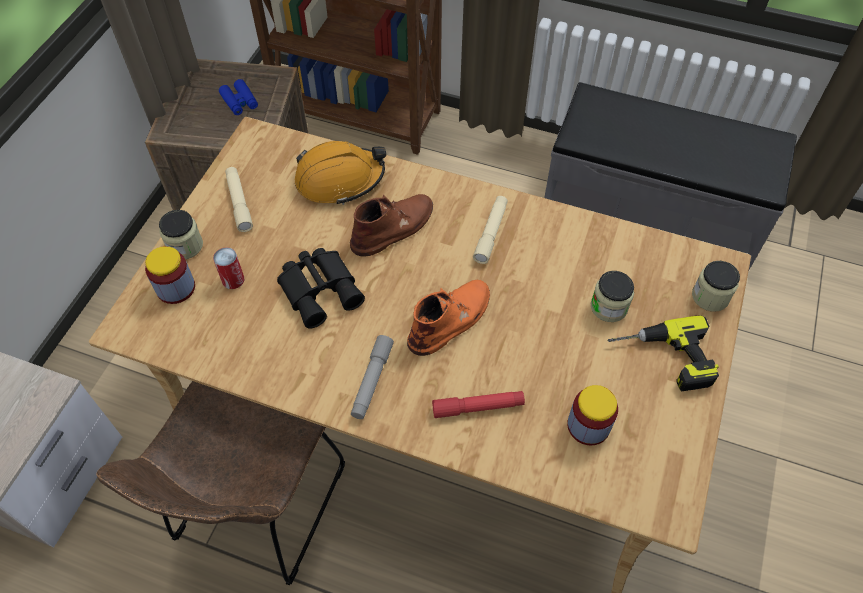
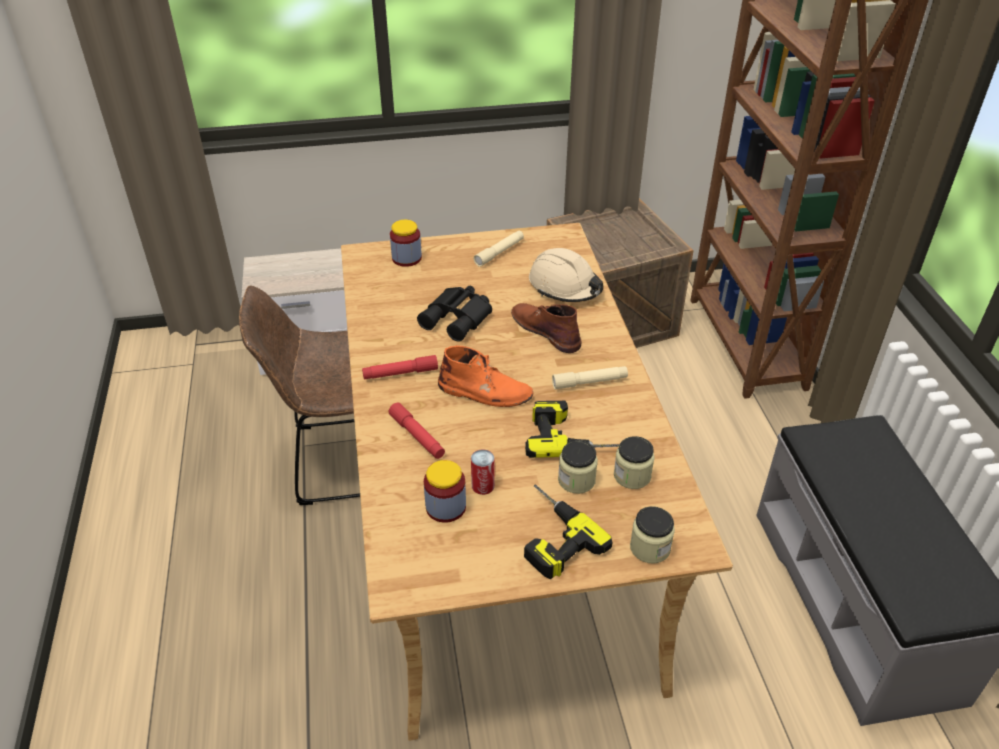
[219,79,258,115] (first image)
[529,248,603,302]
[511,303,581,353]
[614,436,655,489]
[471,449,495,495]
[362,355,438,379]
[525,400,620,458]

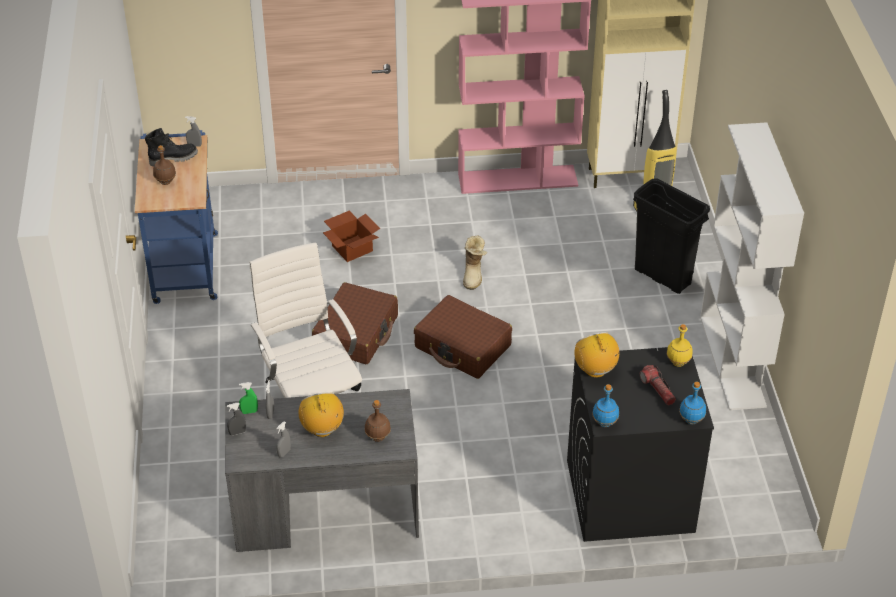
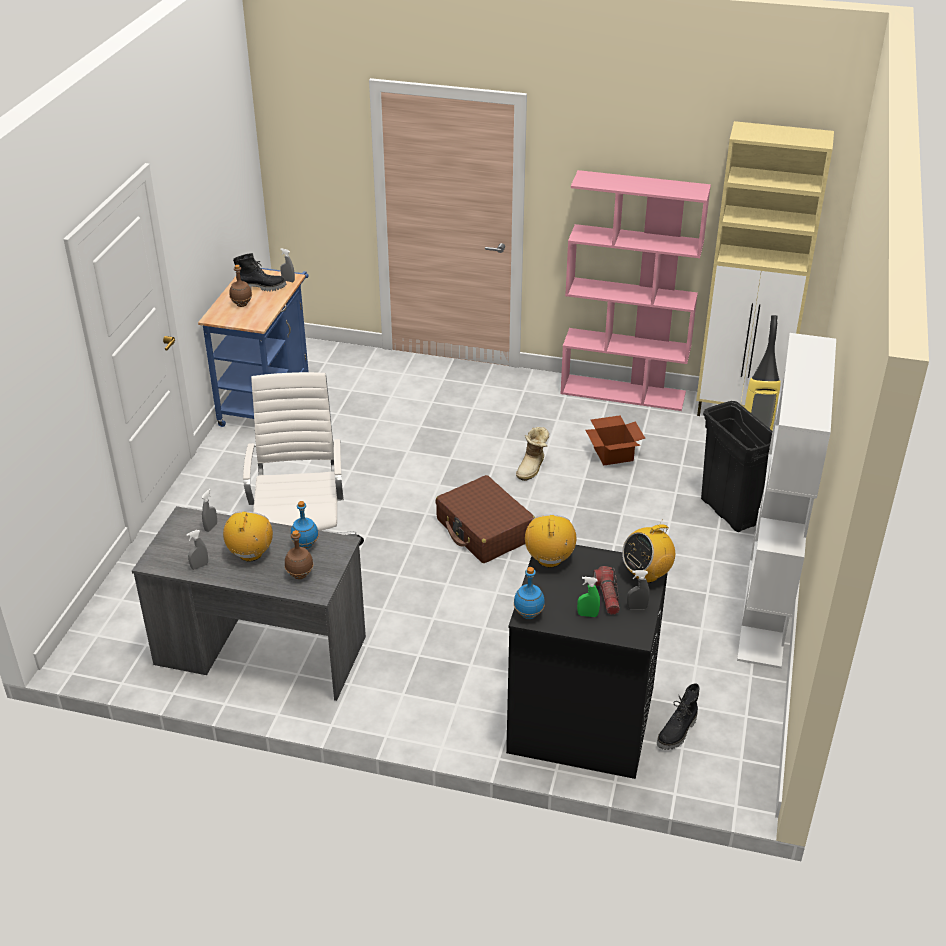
[585,415,645,466]
[312,282,398,364] (first image)
[622,521,675,583]
[577,577,600,617]
[291,501,319,549]
[627,570,650,610]
[657,683,699,750]

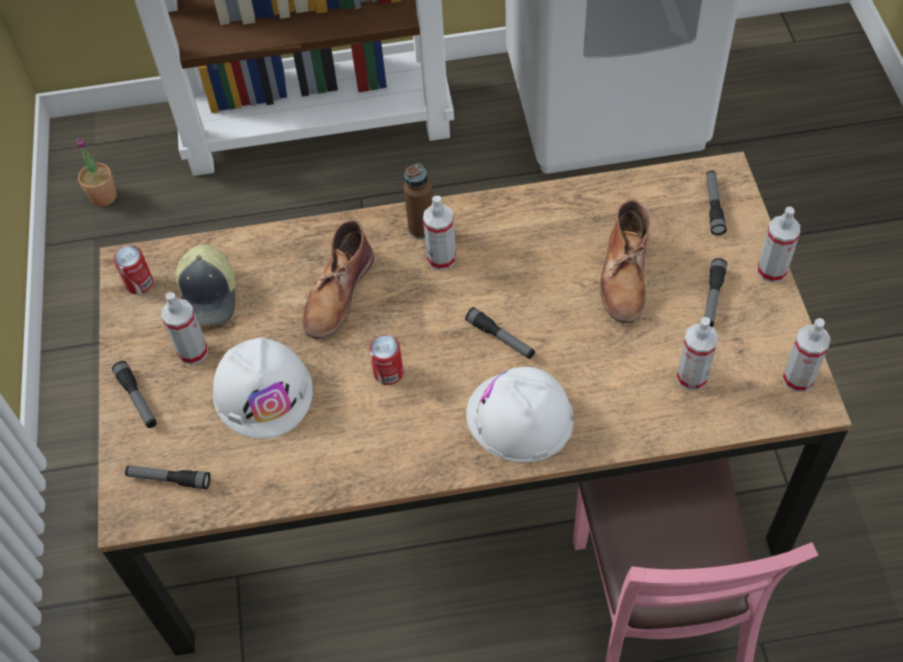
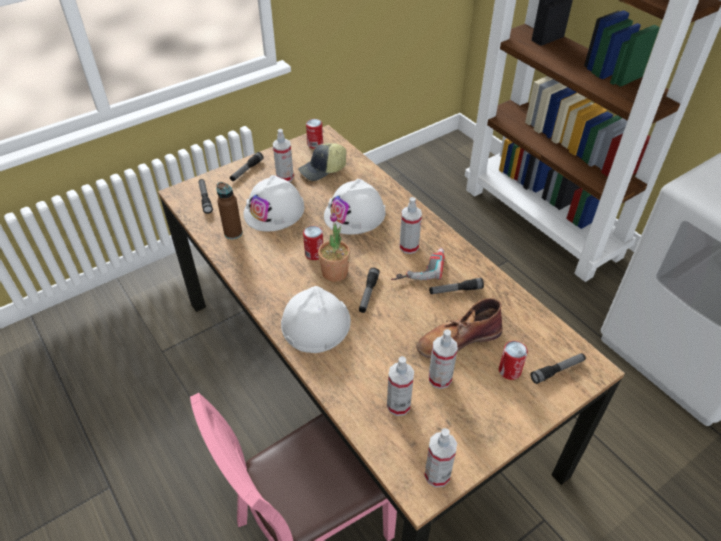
[318,212,350,282]
[217,182,243,239]
[429,329,458,389]
[324,179,386,235]
[429,278,484,294]
[391,248,445,280]
[499,341,528,380]

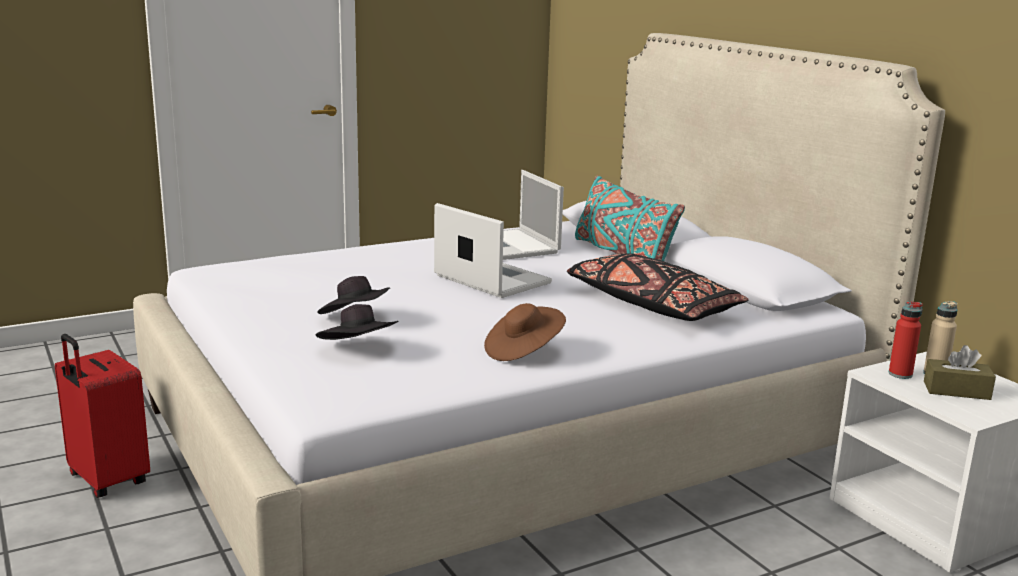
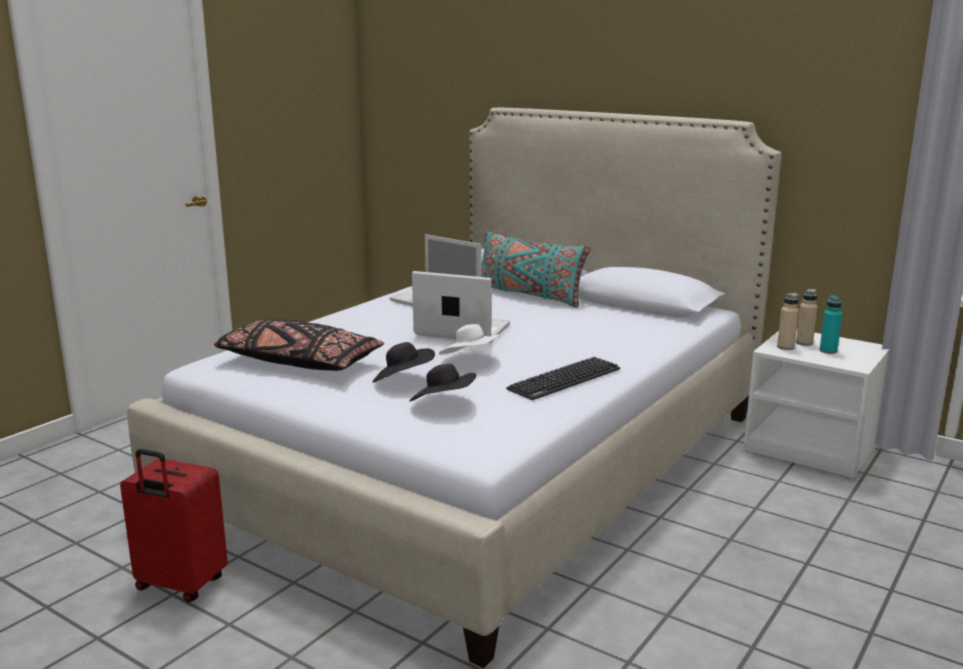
[214,319,384,371]
[777,293,799,350]
[506,357,620,400]
[820,295,842,354]
[439,324,499,355]

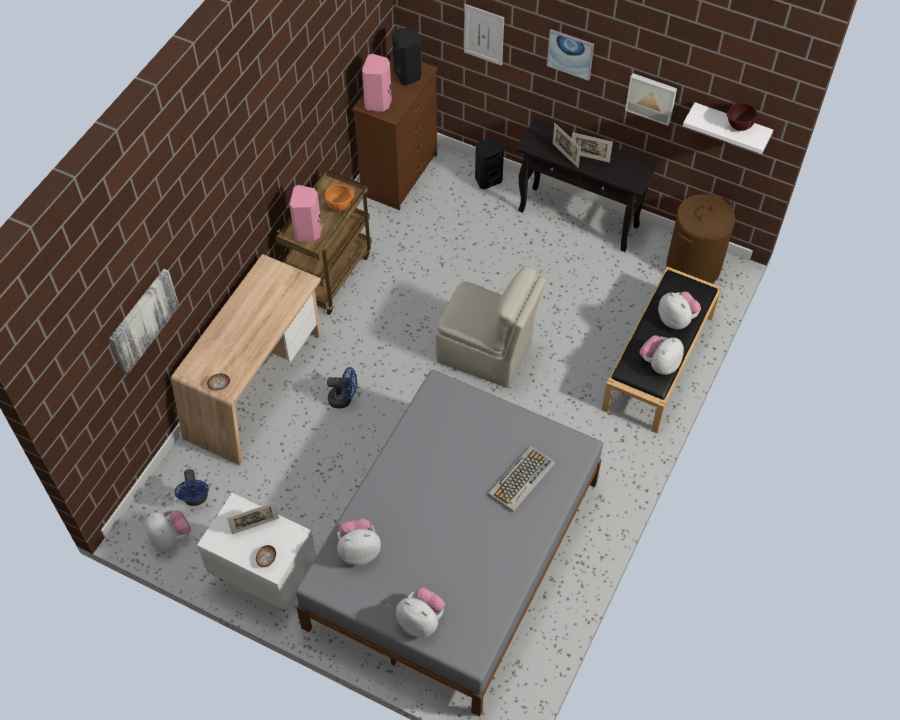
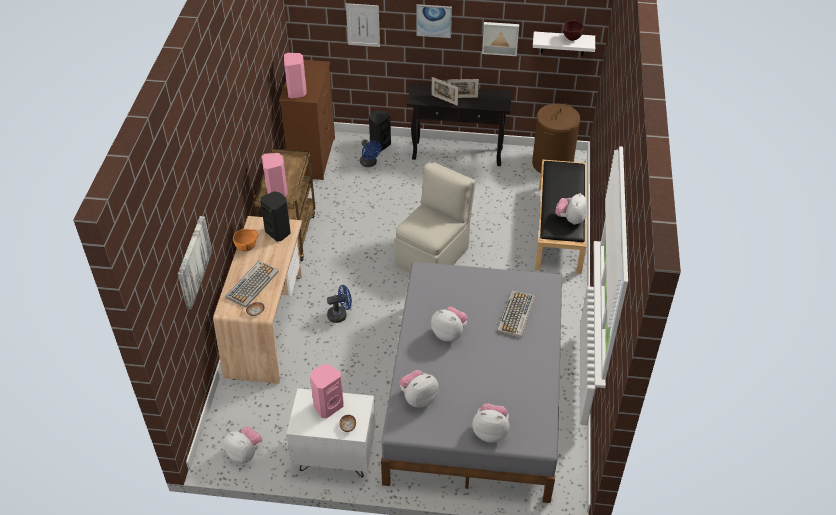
[260,191,291,241]
[233,229,258,251]
[394,162,476,273]
[431,307,468,341]
[360,140,382,167]
[310,364,344,418]
[225,261,279,308]

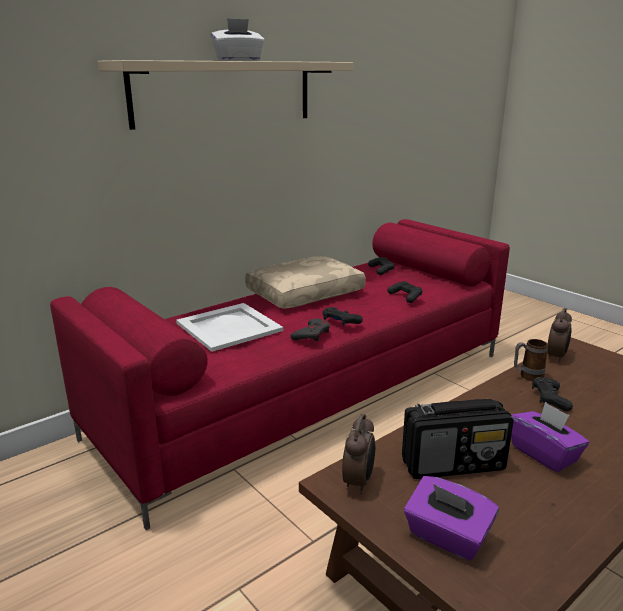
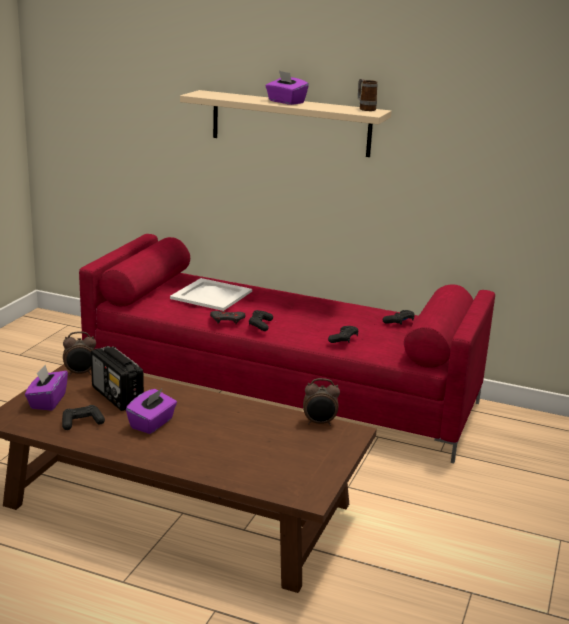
[266,71,309,105]
[245,256,366,309] (first image)
[358,79,378,111]
[62,405,105,430]

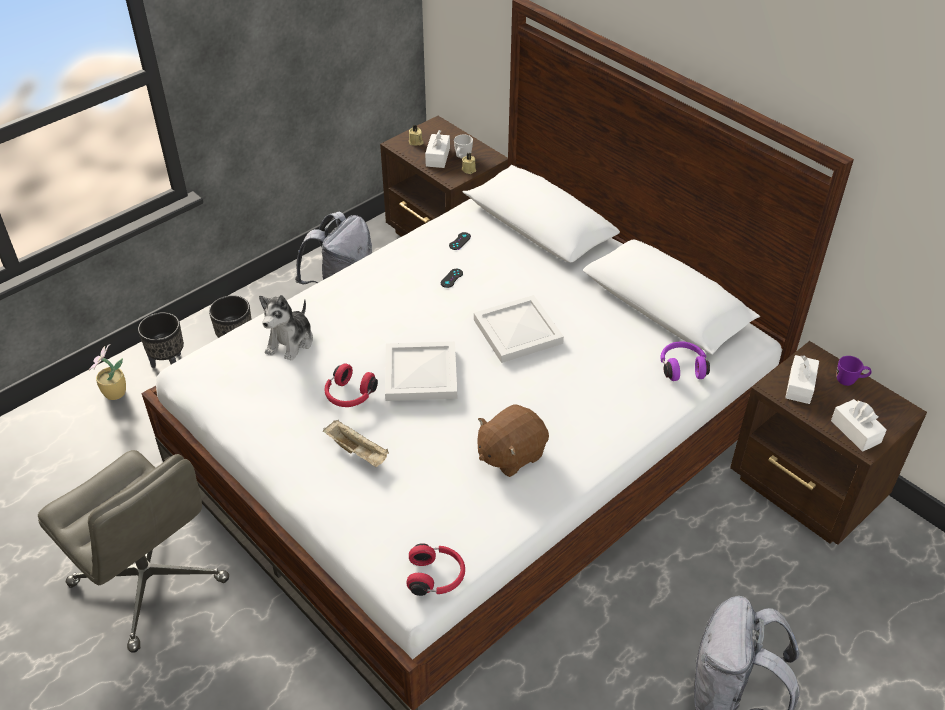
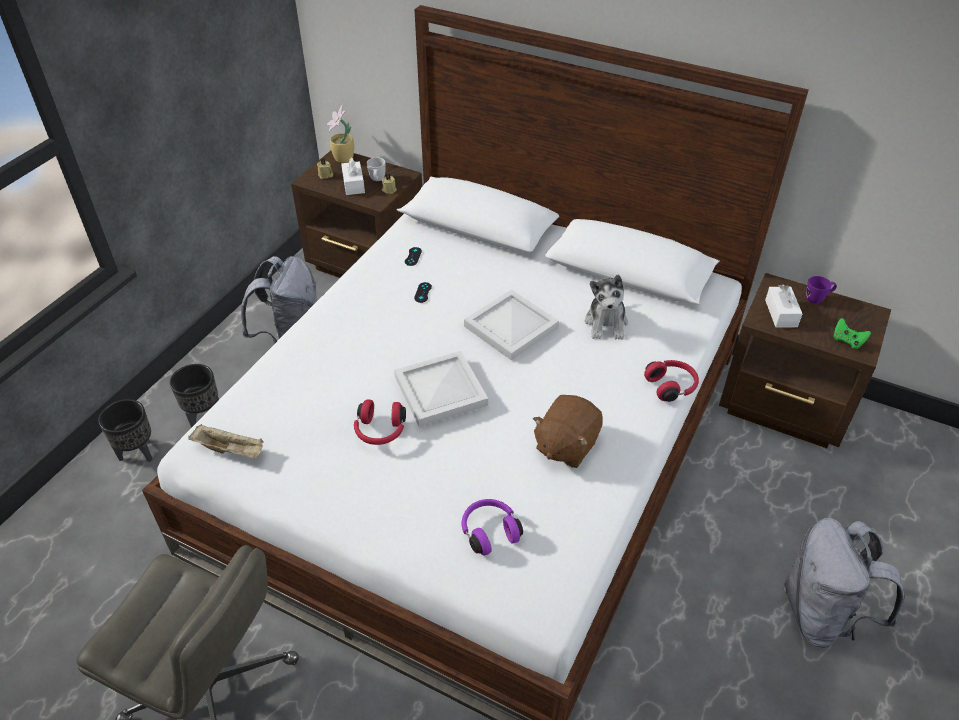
[585,274,628,340]
[462,499,523,556]
[327,105,354,163]
[833,318,871,349]
[188,424,264,459]
[644,360,699,402]

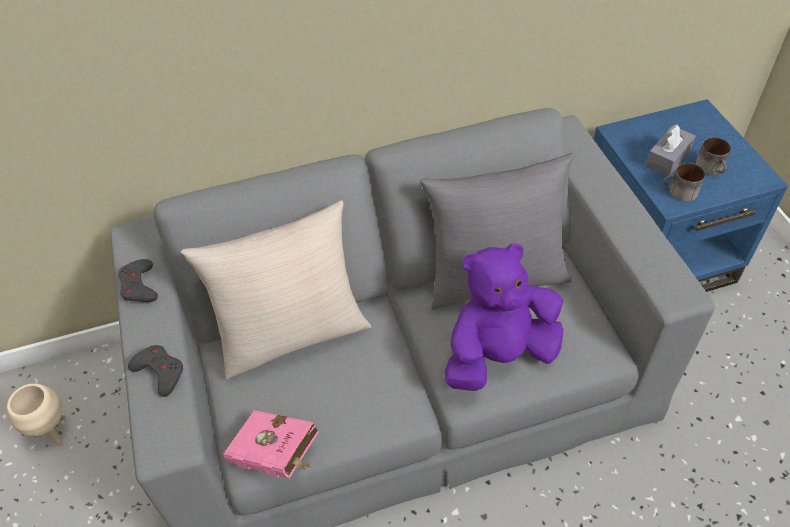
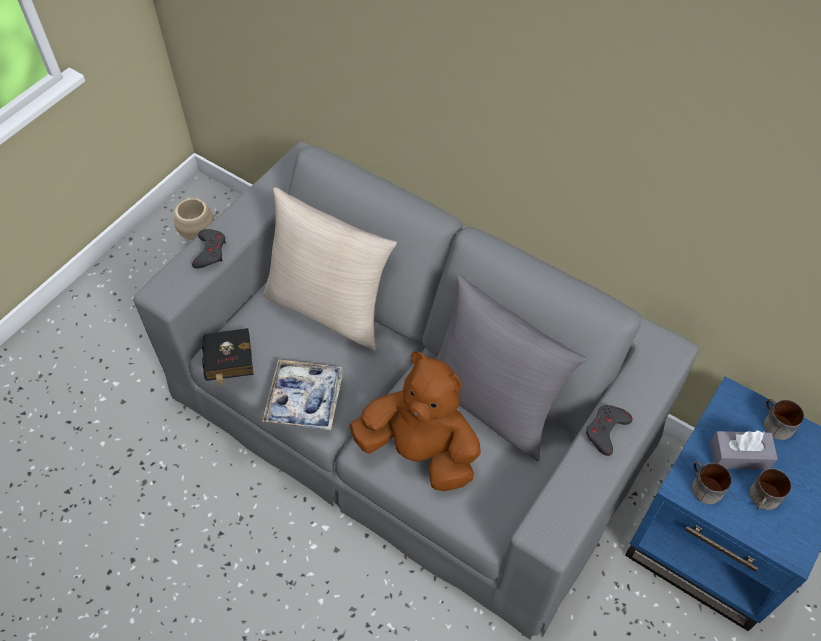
[349,352,481,491]
[586,405,633,456]
[202,328,253,386]
[262,359,343,430]
[764,399,804,440]

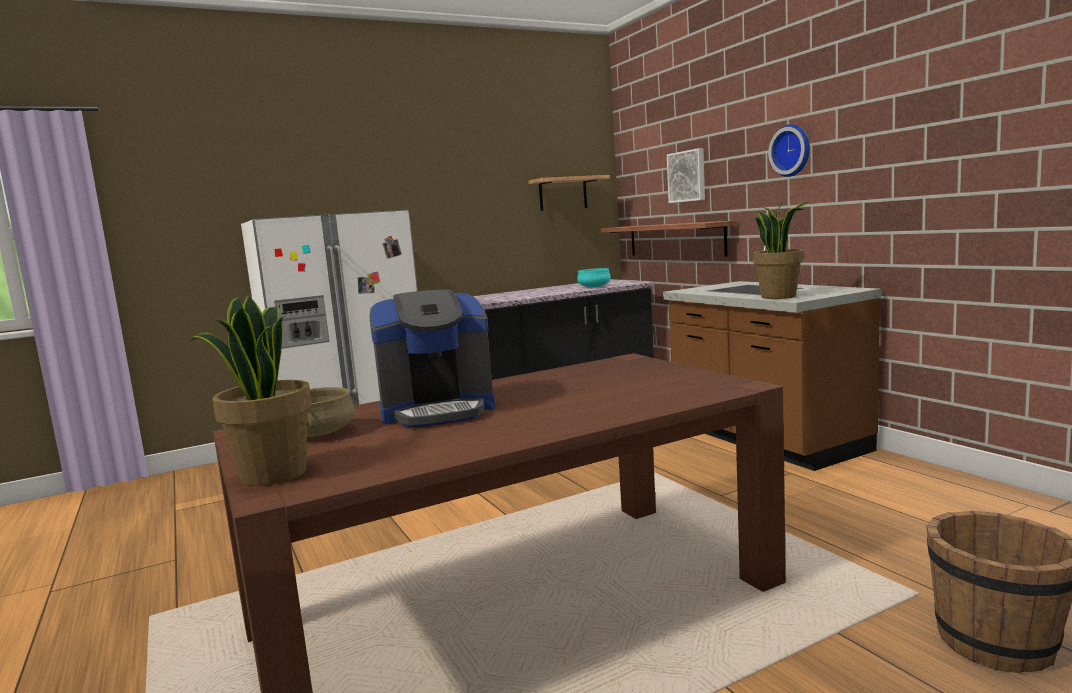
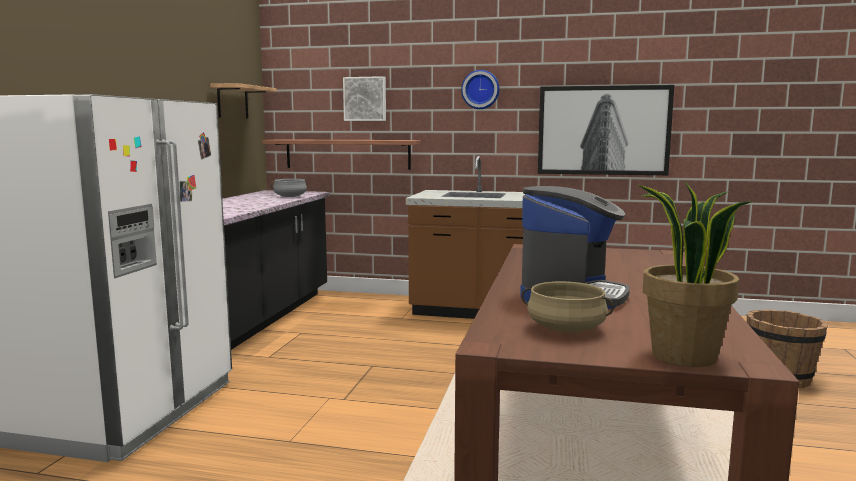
[753,201,809,299] (first image)
[270,179,307,197]
[538,85,674,175]

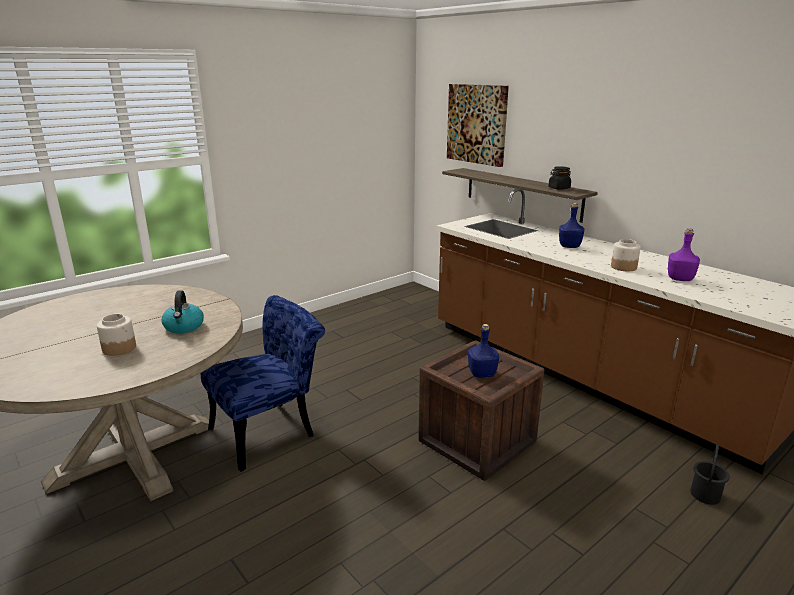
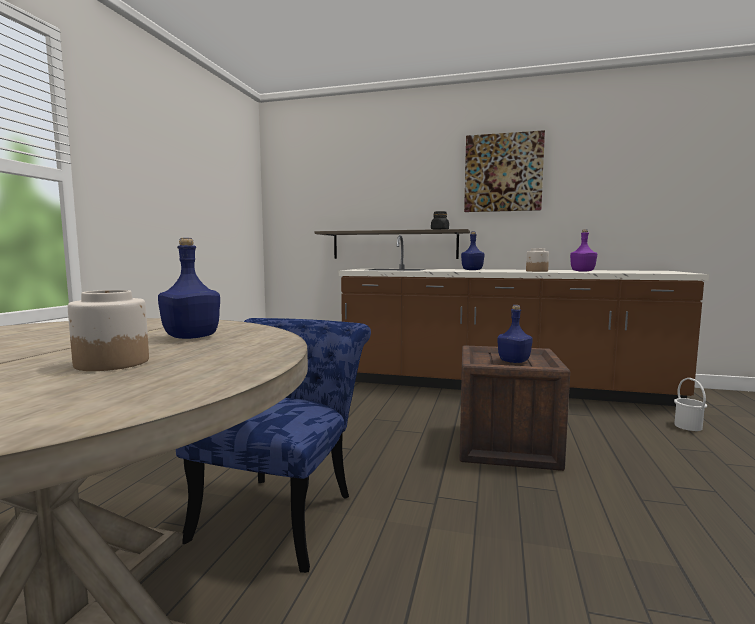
[464,130,545,212]
[158,238,220,339]
[674,378,707,431]

